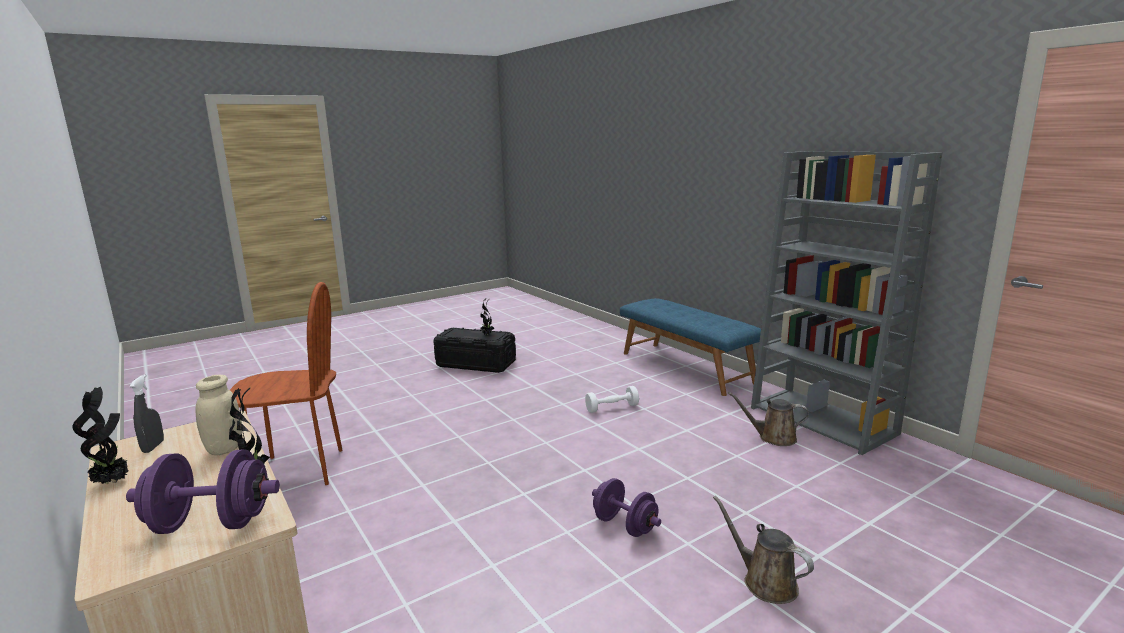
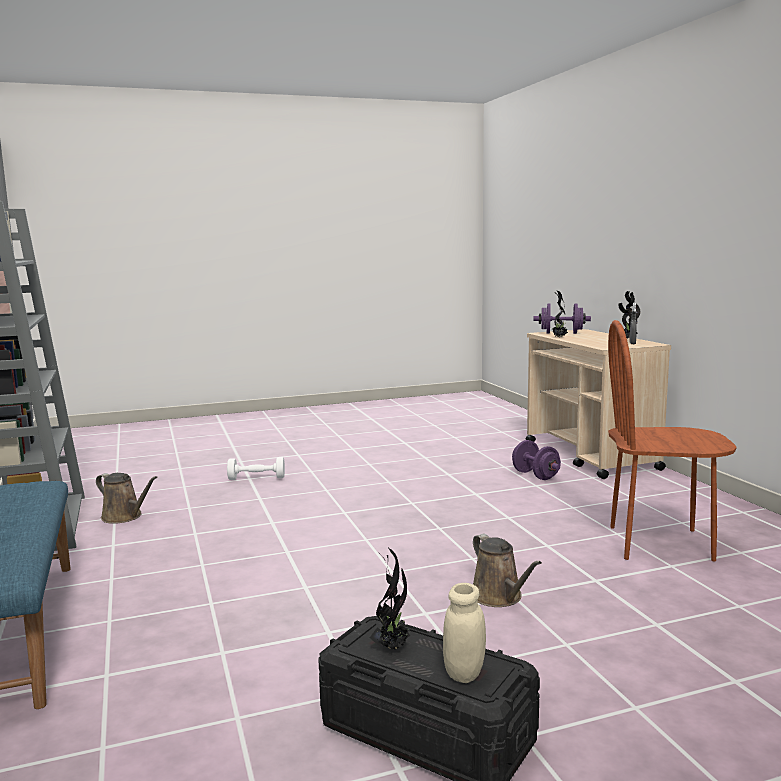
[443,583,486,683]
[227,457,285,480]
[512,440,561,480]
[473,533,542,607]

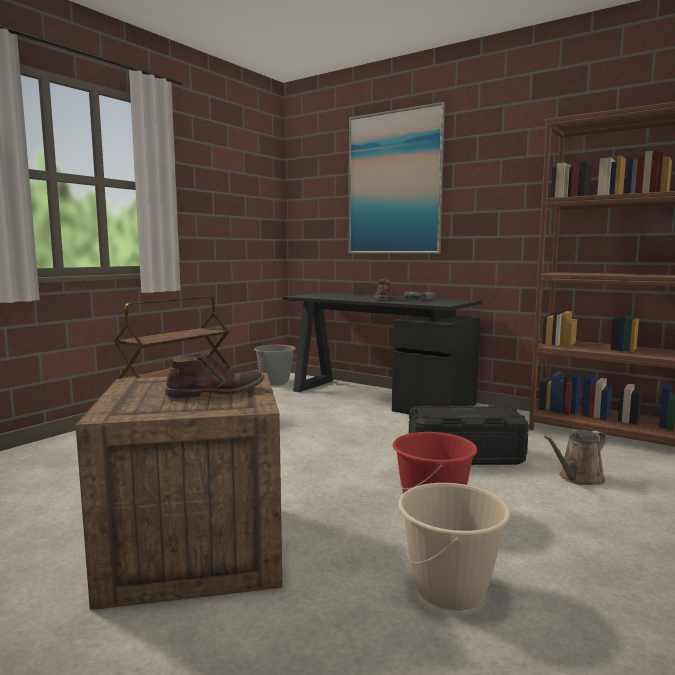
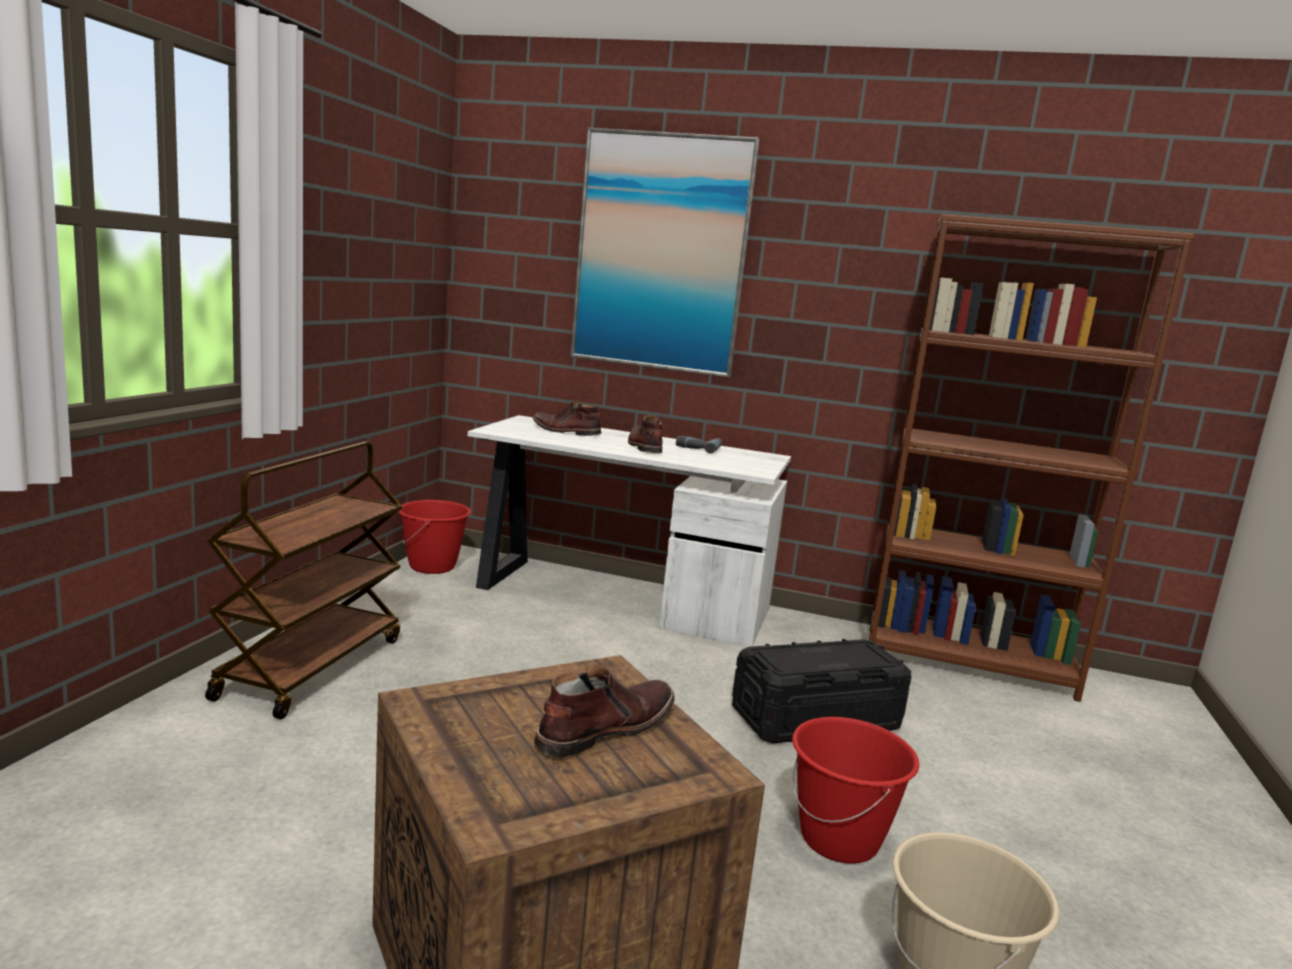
[468,415,791,647]
[398,500,471,574]
[544,430,606,485] (first image)
[533,401,601,436]

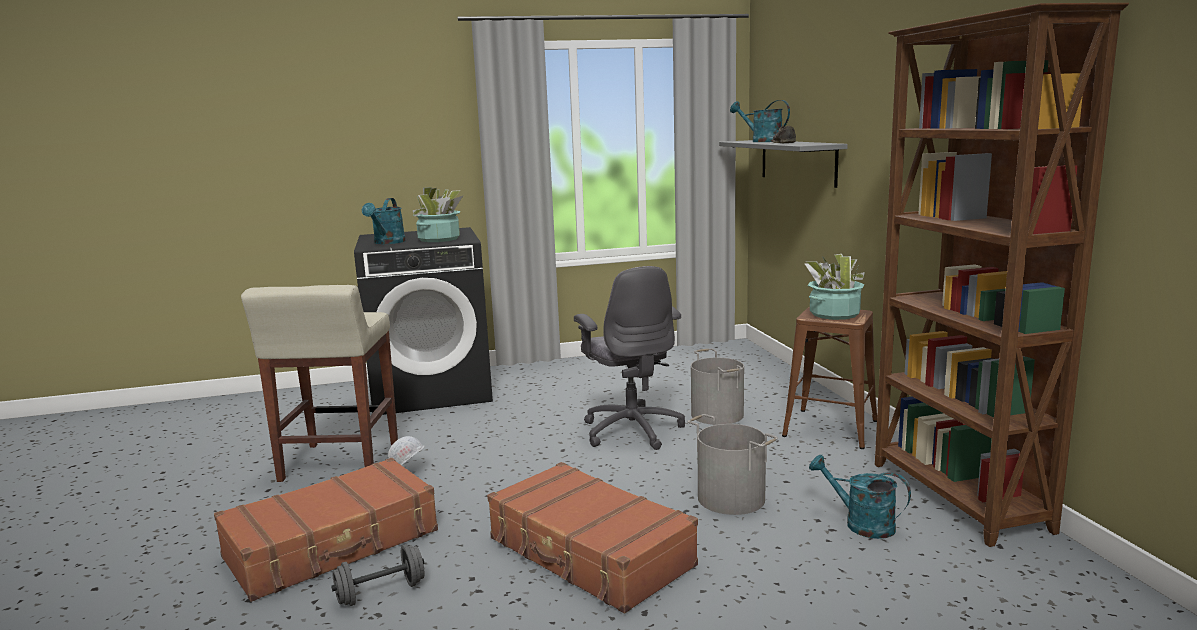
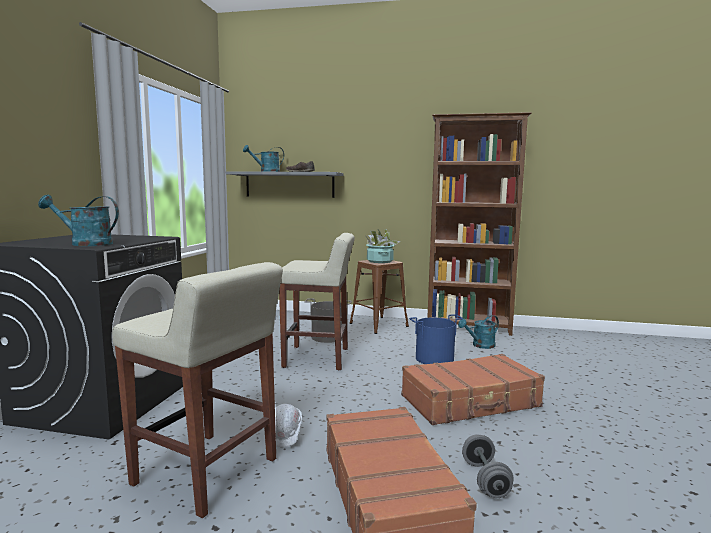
[413,187,464,242] (first image)
[38,195,119,246]
[279,233,355,370]
[409,314,463,364]

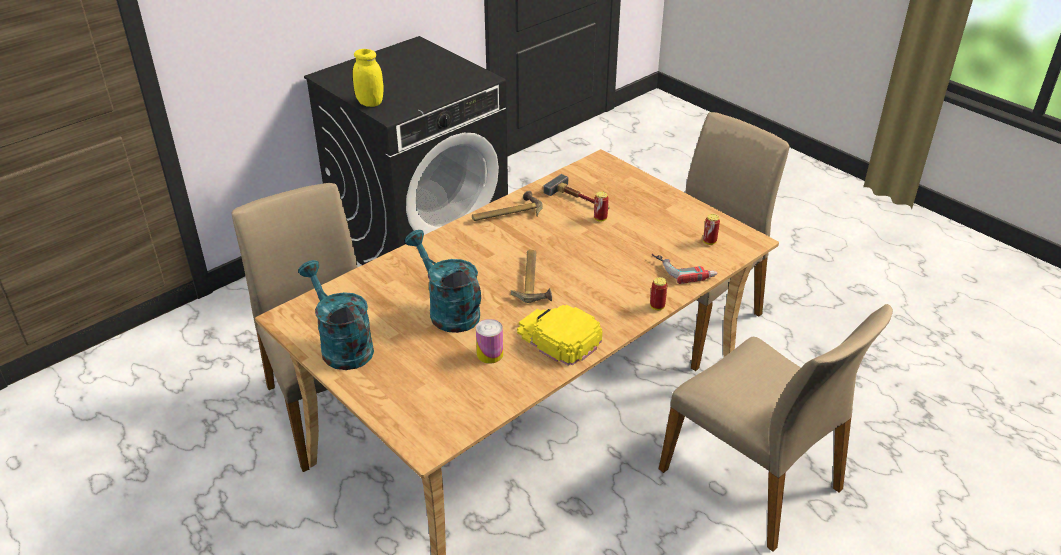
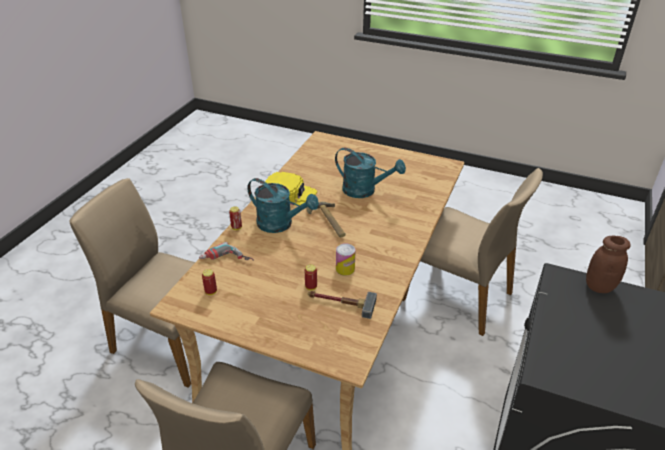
[586,236,630,293]
[472,191,543,221] (first image)
[247,178,319,233]
[336,243,356,276]

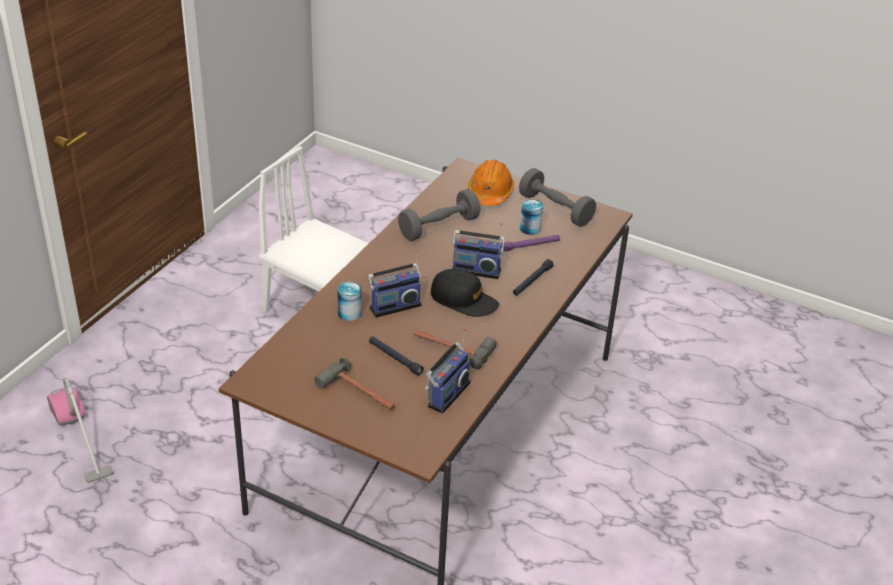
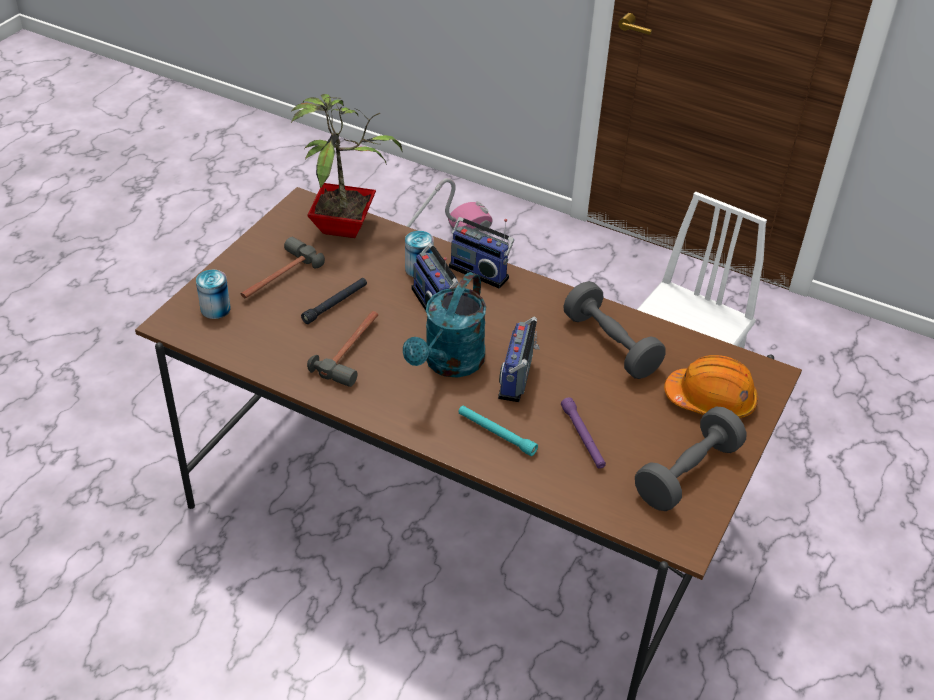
[196,270,231,319]
[458,406,538,456]
[403,272,486,378]
[449,217,514,289]
[290,94,402,238]

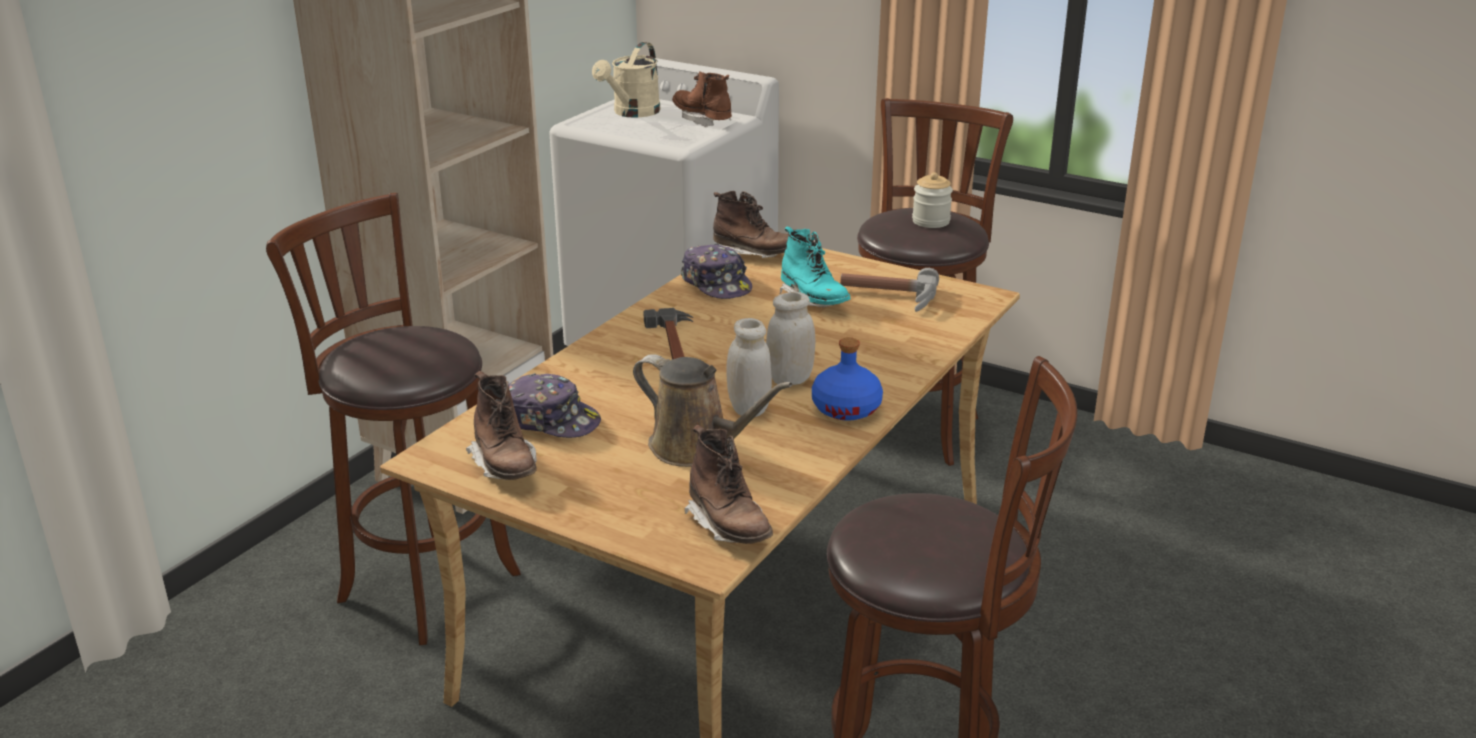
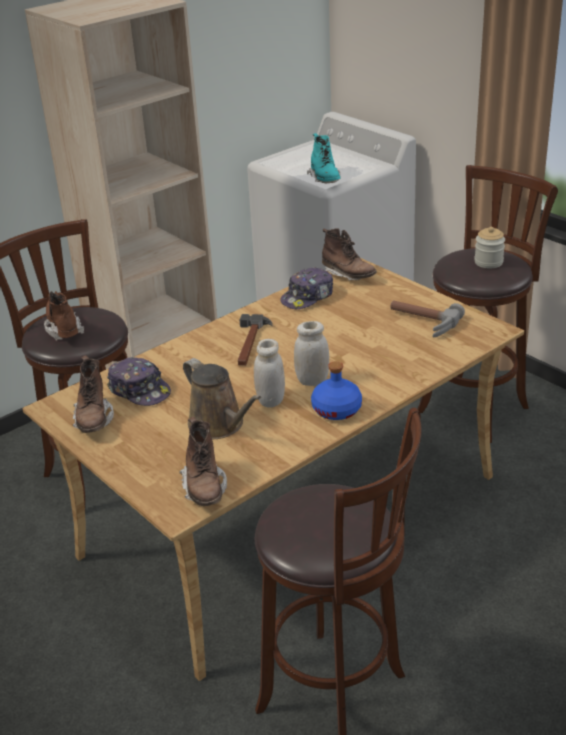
[592,42,661,118] (first image)
[44,291,84,340]
[307,133,340,184]
[280,267,333,309]

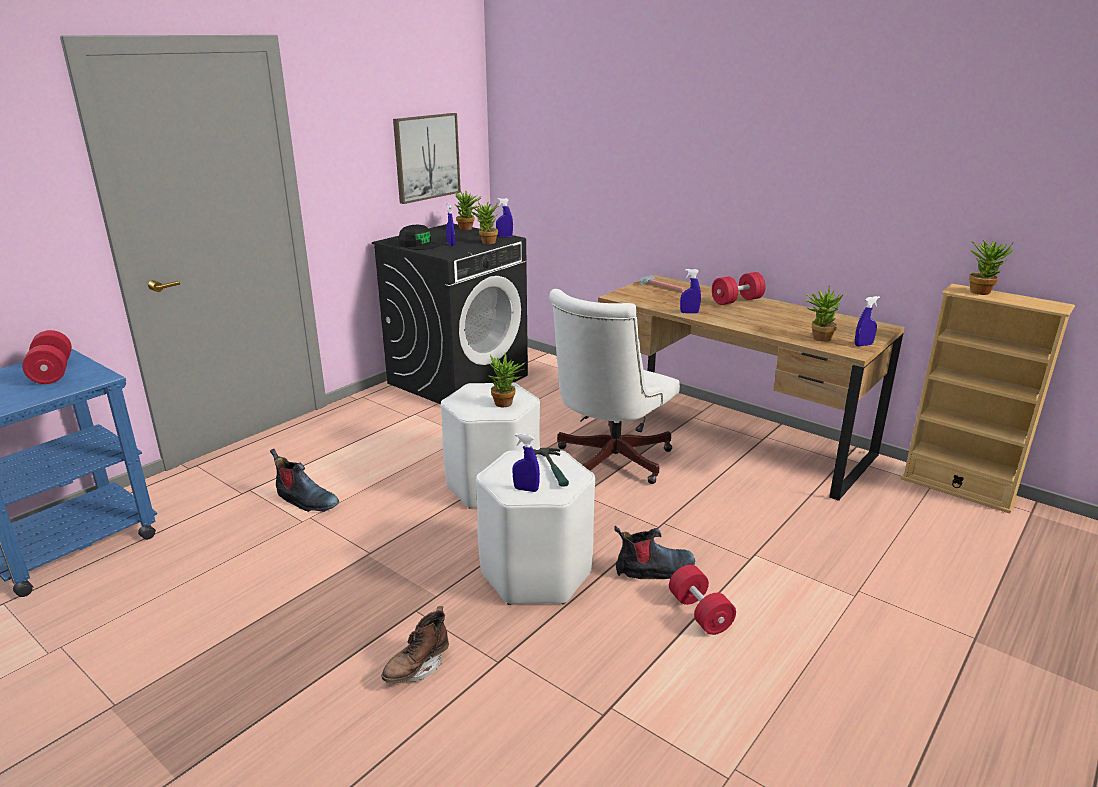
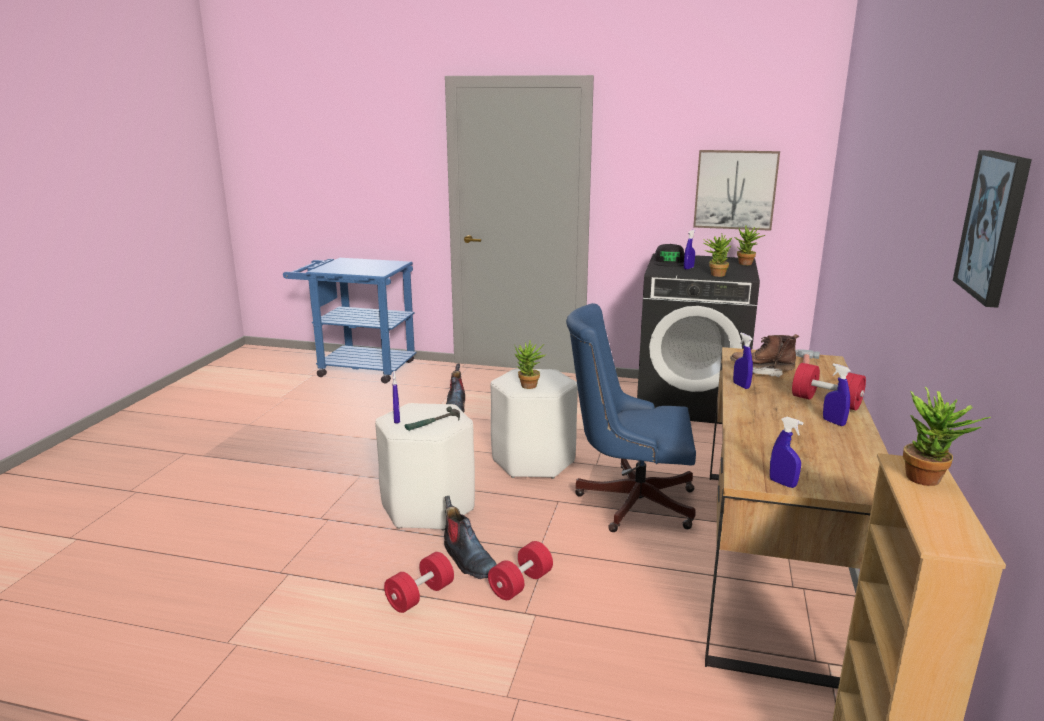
[823,363,851,426]
[805,286,844,342] (first image)
[566,303,696,532]
[488,541,553,600]
[730,334,799,377]
[953,150,1032,308]

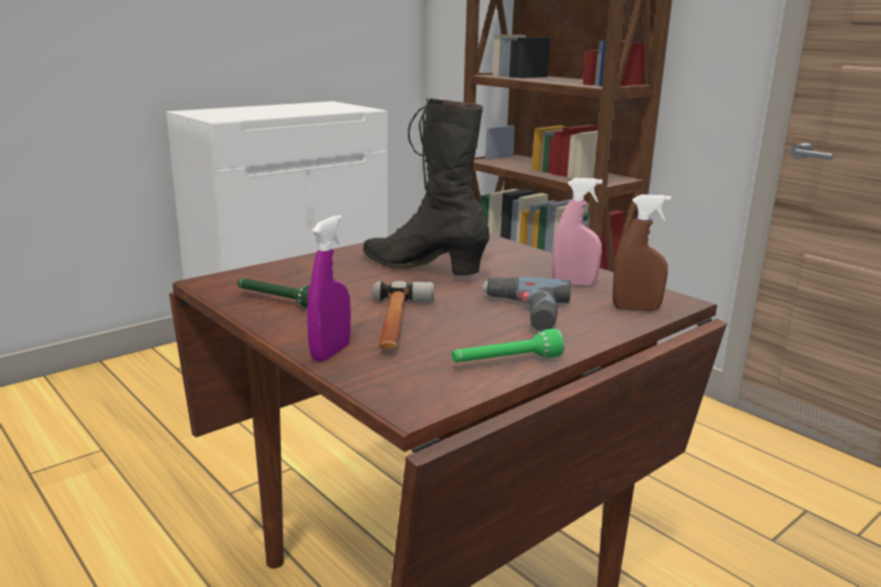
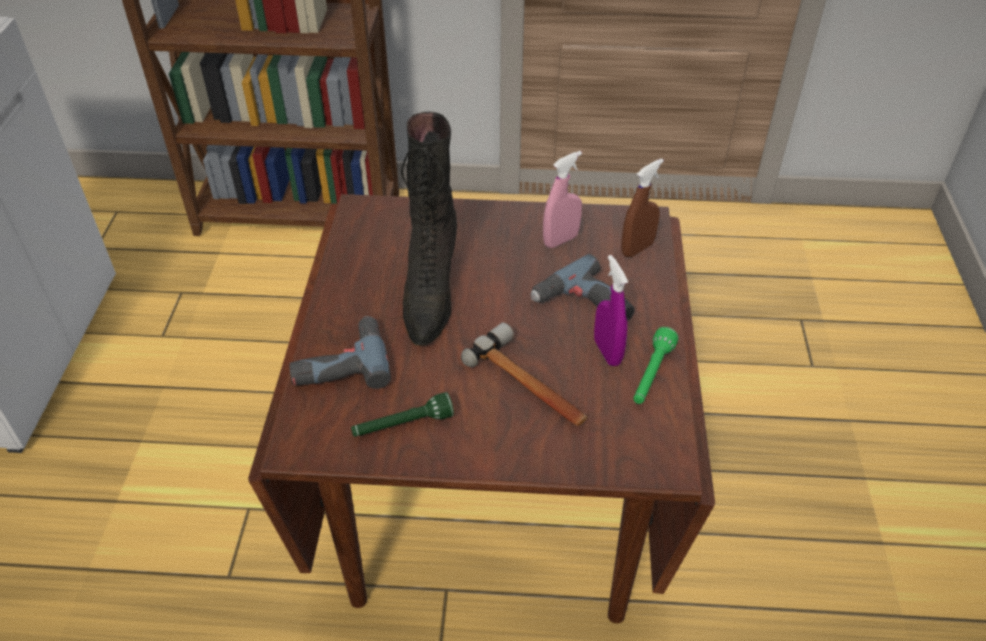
[401,112,457,346]
[594,255,628,366]
[289,316,391,389]

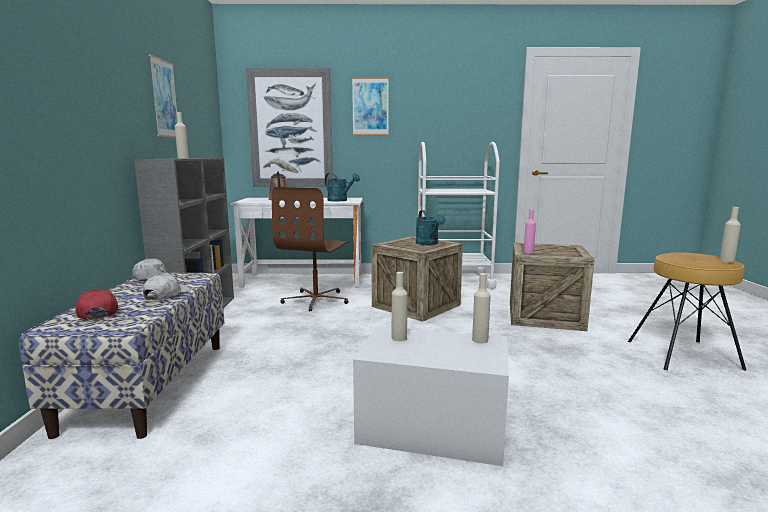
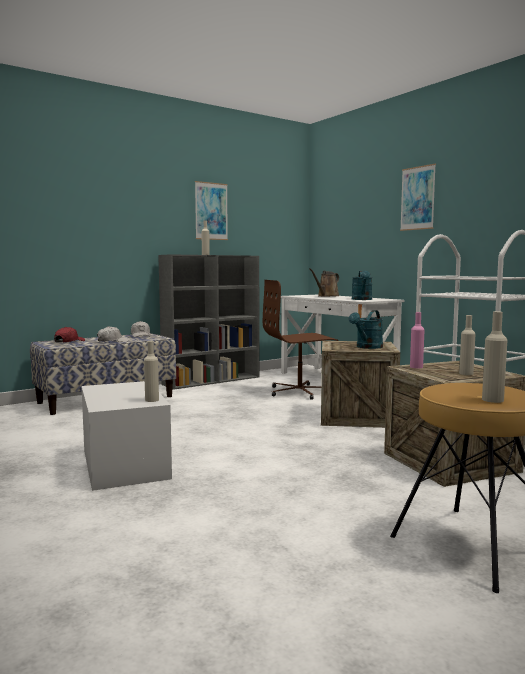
[246,68,333,186] (first image)
[459,315,475,375]

